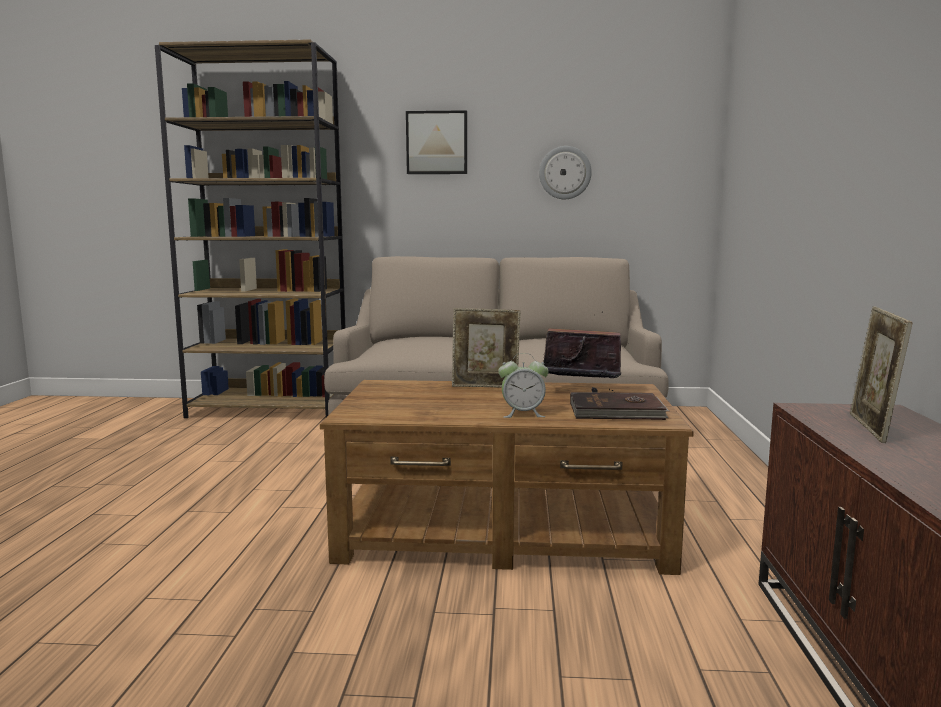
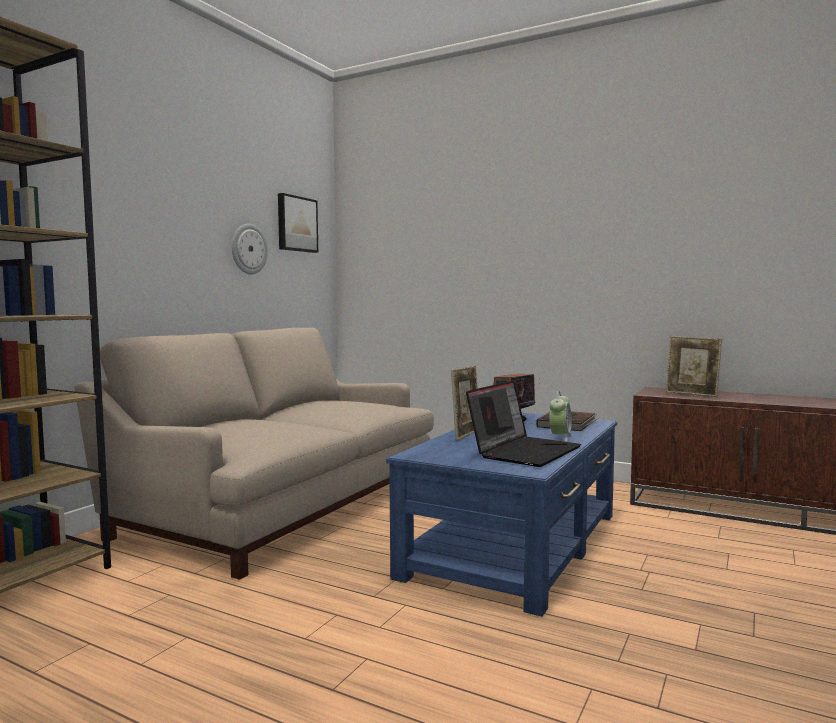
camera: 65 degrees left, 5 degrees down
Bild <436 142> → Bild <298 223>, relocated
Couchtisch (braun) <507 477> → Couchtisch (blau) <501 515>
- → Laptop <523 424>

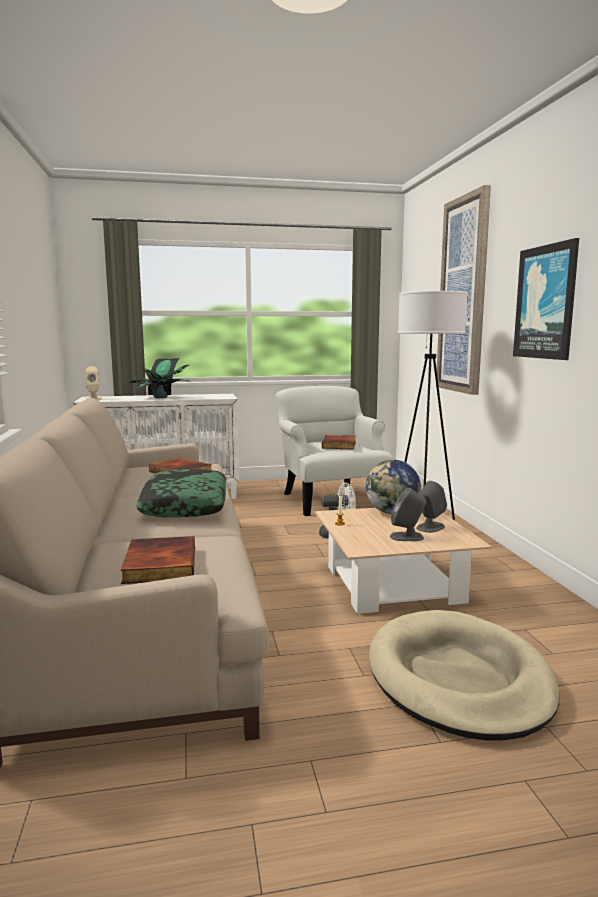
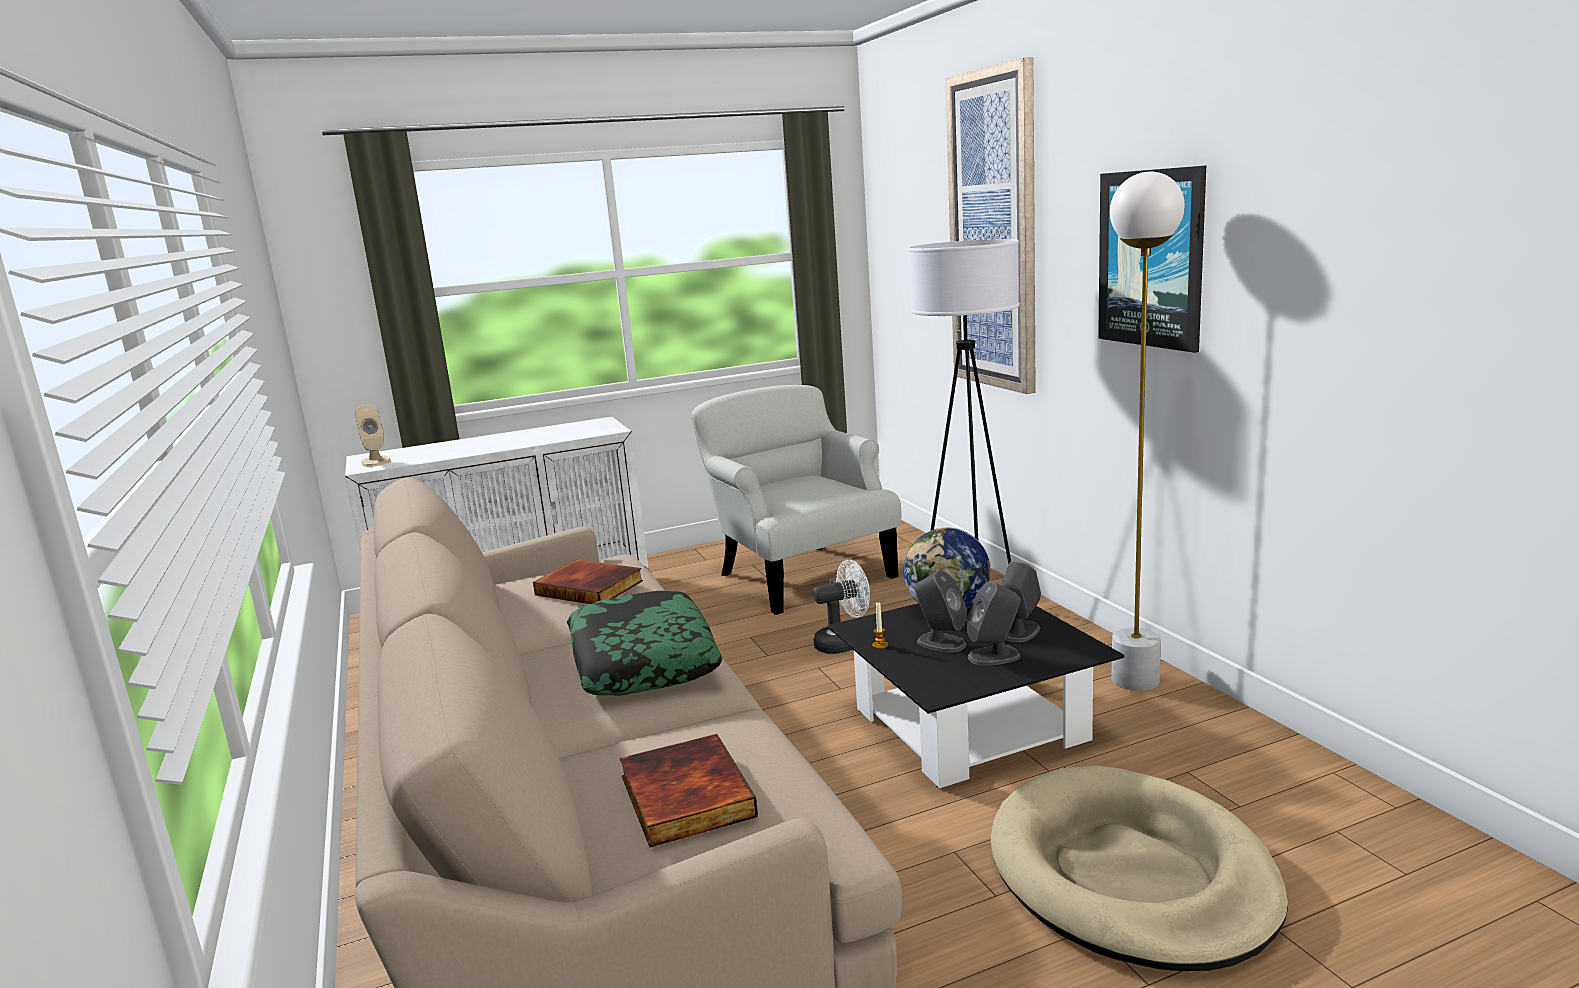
camera: 10 degrees left, 5 degrees up
Topfpflanze <159 378> → -
Buch <339 442> → -
Couchtisch (beige) <403 561> → Couchtisch (schwarz) <975 695>
- → Stehlampe (weiß) <1147 431>
- → Lautsprecher (grau) <941 611>

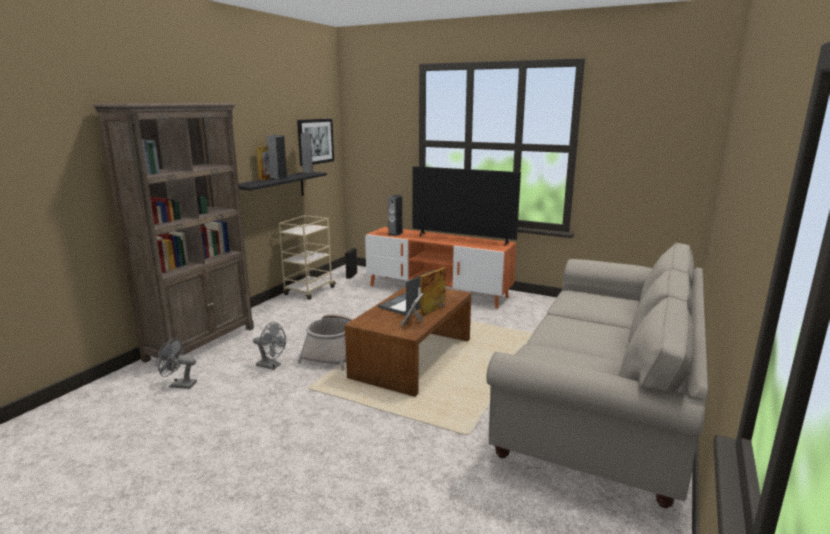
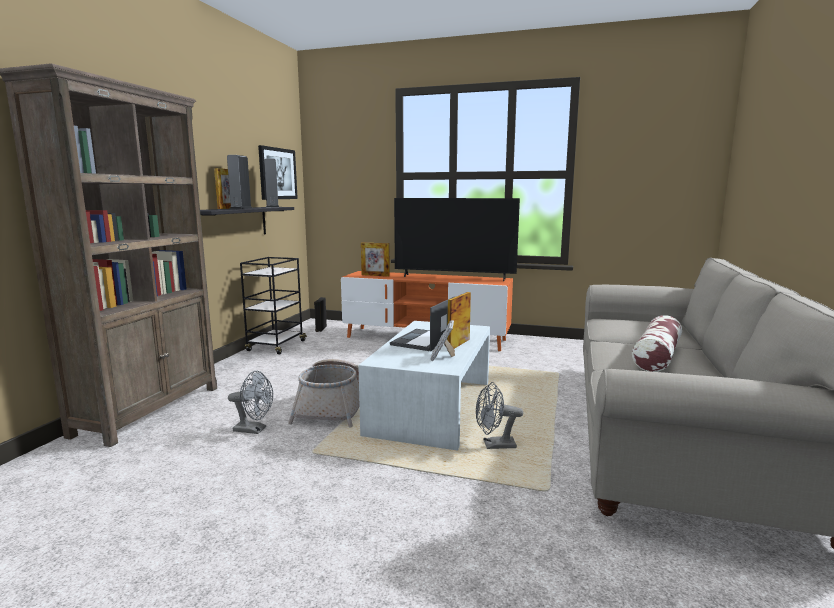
camera: 10 degrees left, 5 degrees down
Lautsprecher <395 215> → Bilderrahmen <375 260>
Rollwagen (beige) <307 257> → Rollwagen (schwarz) <273 305>
Couchtisch (braun) <408 341> → Couchtisch (weiß) <424 386>
Ventilator (grau) <176 363> → Ventilator (grau) <499 415>, relocated
- → Kissen <657 343>

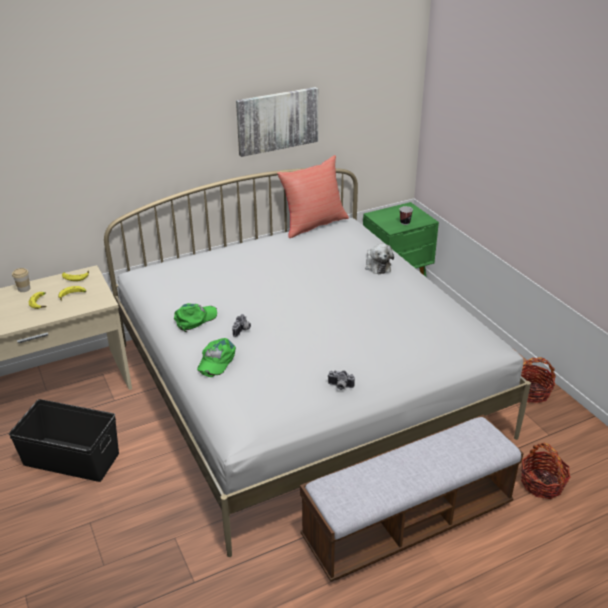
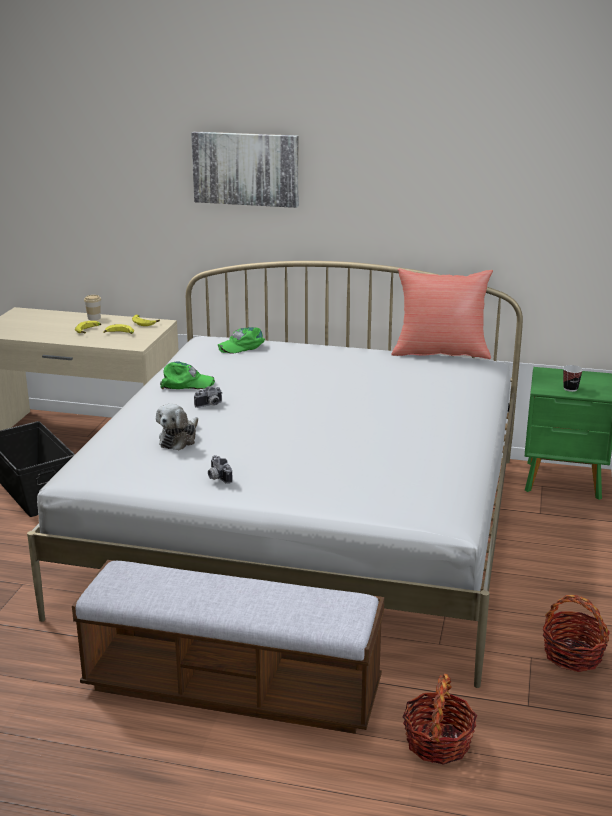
camera: 40 degrees right, 10 degrees down
Bild <277 122> → Bild <245 170>, relocated
Plüschtier <379 259> → Plüschtier <177 427>, relocated
Kappe (grün) <216 357> → Kappe (grün) <241 340>, relocated

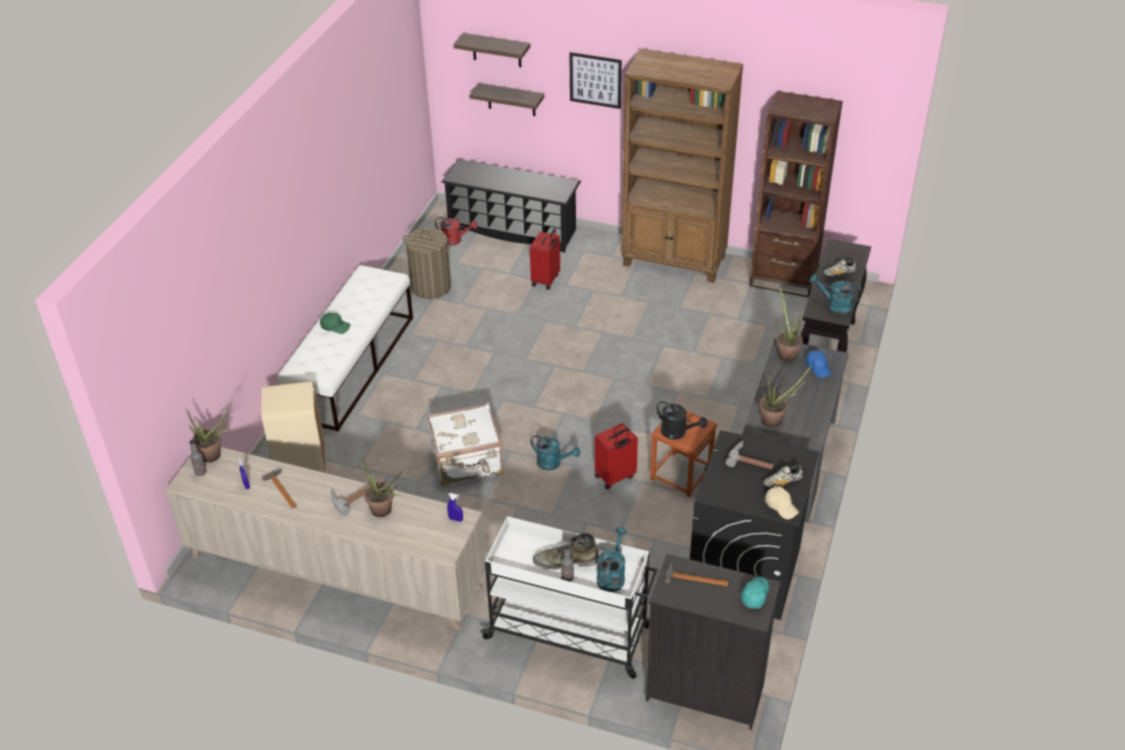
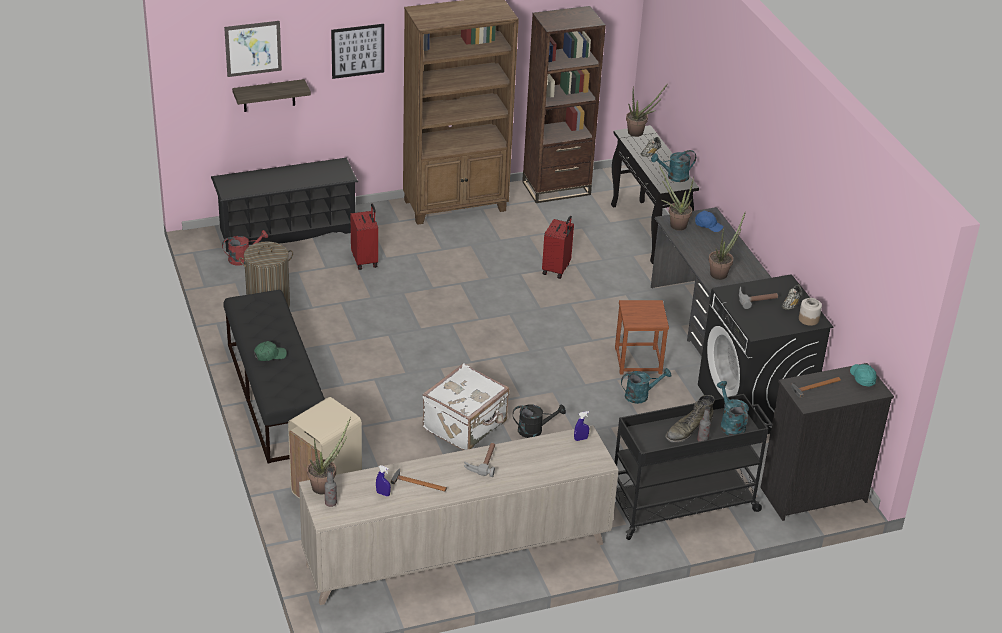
camera: 40 degrees left, 5 degrees down
Wandregal <491 50> → Bild <253 49>
Bank (weiß) <345 348> → Bank (schwarz) <274 376>
Gießkanne (schwarz) <682 420> → Gießkanne (schwarz) <539 421>, relocated
Koffer (rot) <616 456> → Koffer (rot) <558 247>, relocated
Gießkanne (türkis) <555 452> → Gießkanne (türkis) <646 386>, relocated
Topfpflanze <382 487> → Topfpflanze <647 110>, relocated
Kappe (beige) <782 502> → Vorratsglas <810 312>
Rollwagen (weiß) <568 597> → Rollwagen (schwarz) <693 467>

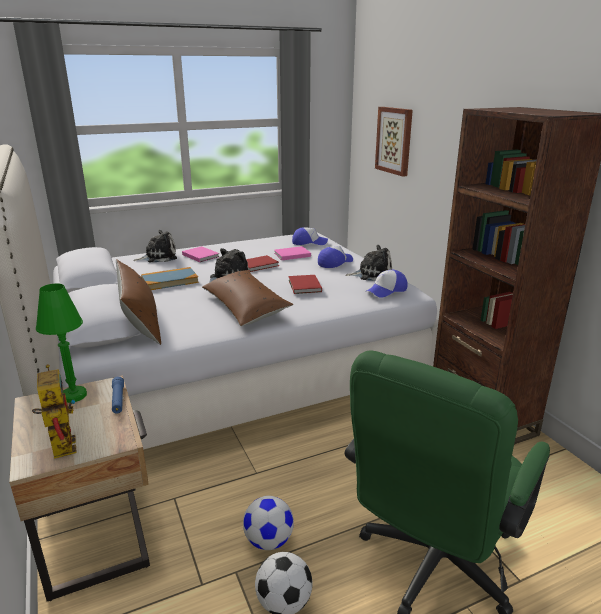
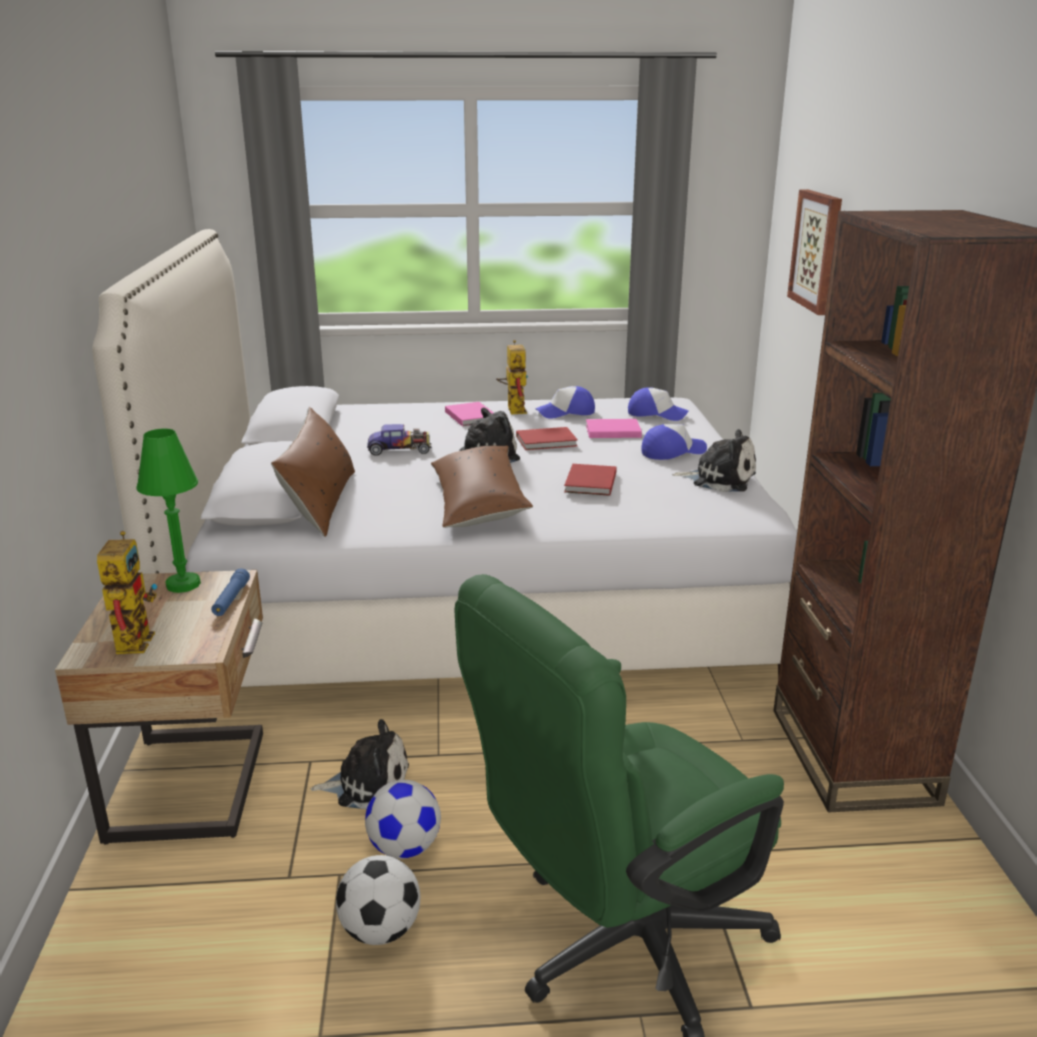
camera: 20 degrees right, 0 degrees up
Plüschtier <155 246> → Plüschtier <360 764>, relocated
Buch <170 278> → Spielzeugauto <399 440>
Kappe <387 284> → Kappe <565 402>, relocated
- → Spielzeugroboter <512 377>

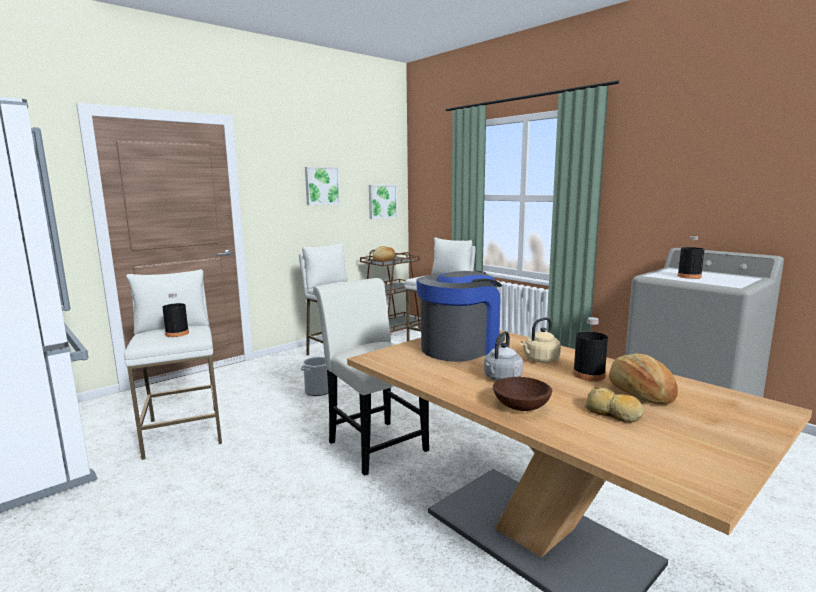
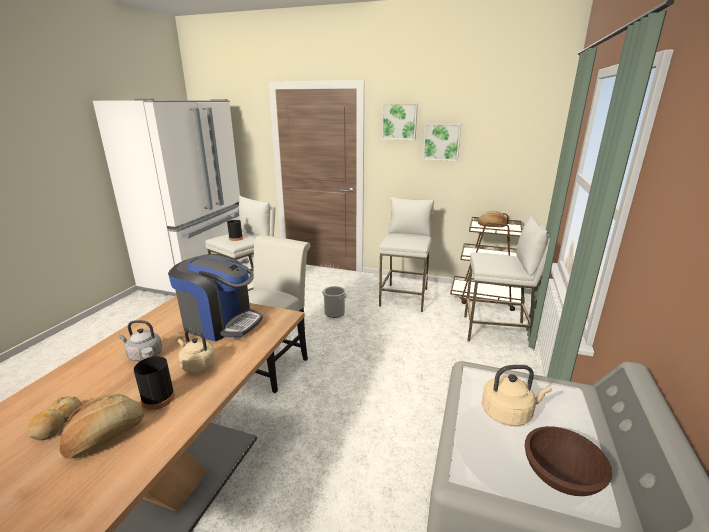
camera: 60 degrees right, 10 degrees up
Bild <383 202> → Bild <400 121>, relocated
Flasche (schwarz) <691 257> → Wasserkessel (beige) <516 395>
Schüssel (braun) <522 394> → Schüssel (braun) <568 461>, relocated

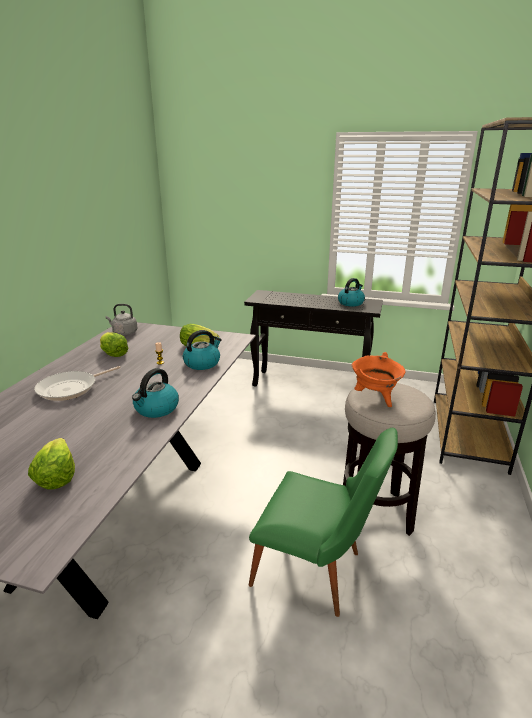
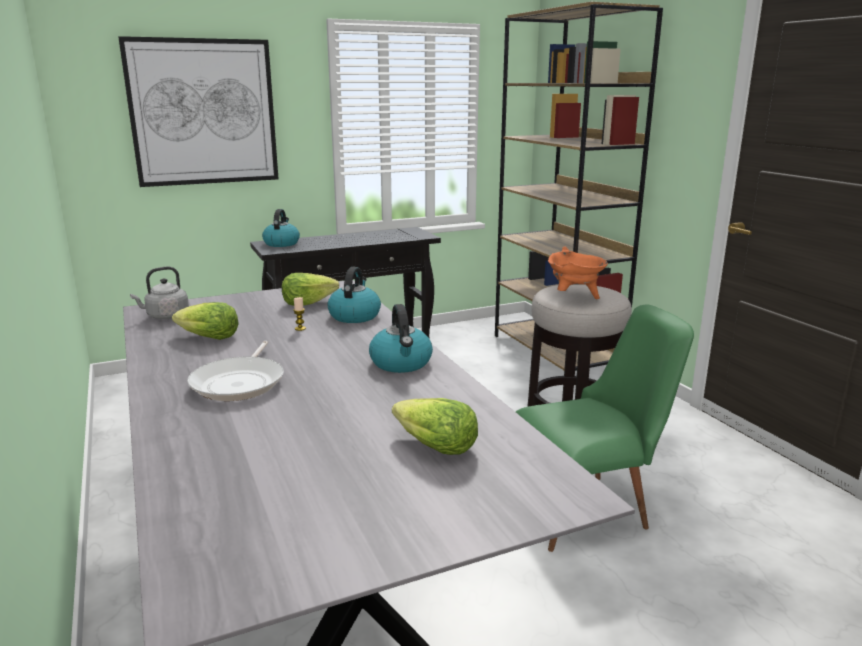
camera: 40 degrees left, 5 degrees down
Wasserkessel <351 292> → Wasserkessel <281 228>, relocated
- → Bild <198 111>

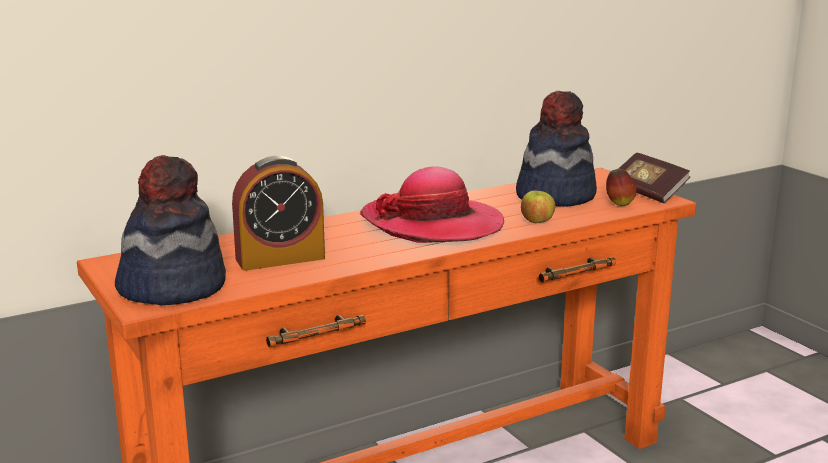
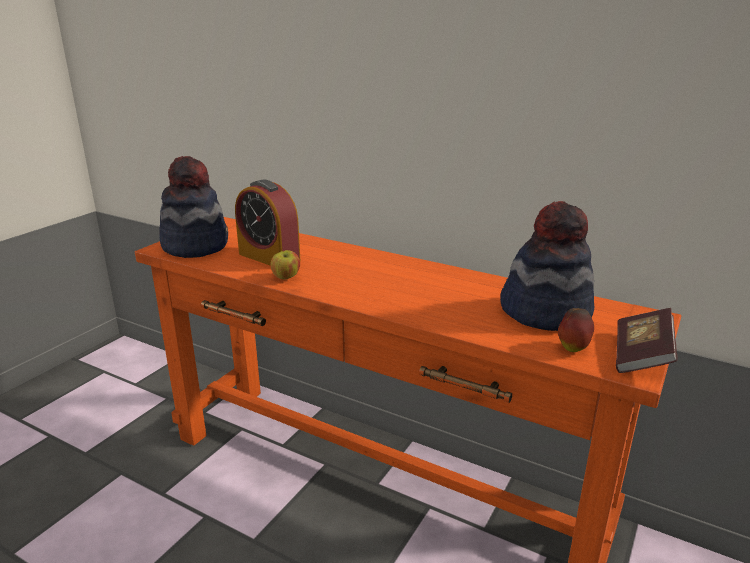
camera: 60 degrees right, 5 degrees up
Hut <432 204> → -
Apfel <538 207> → Apfel <285 265>, relocated

